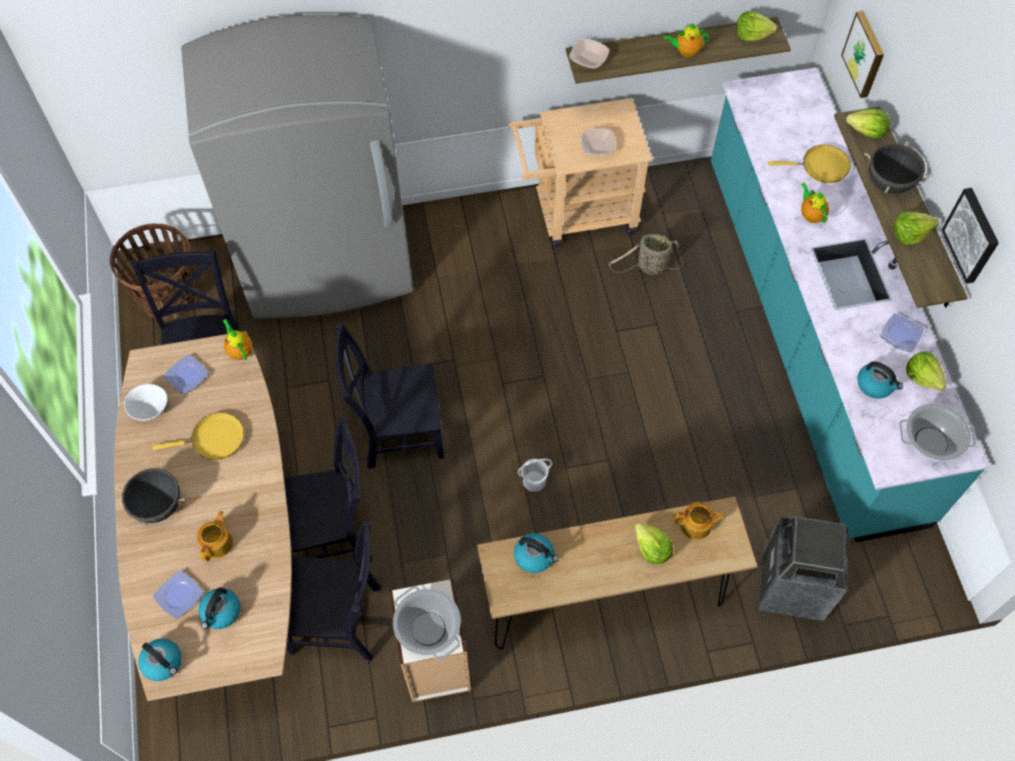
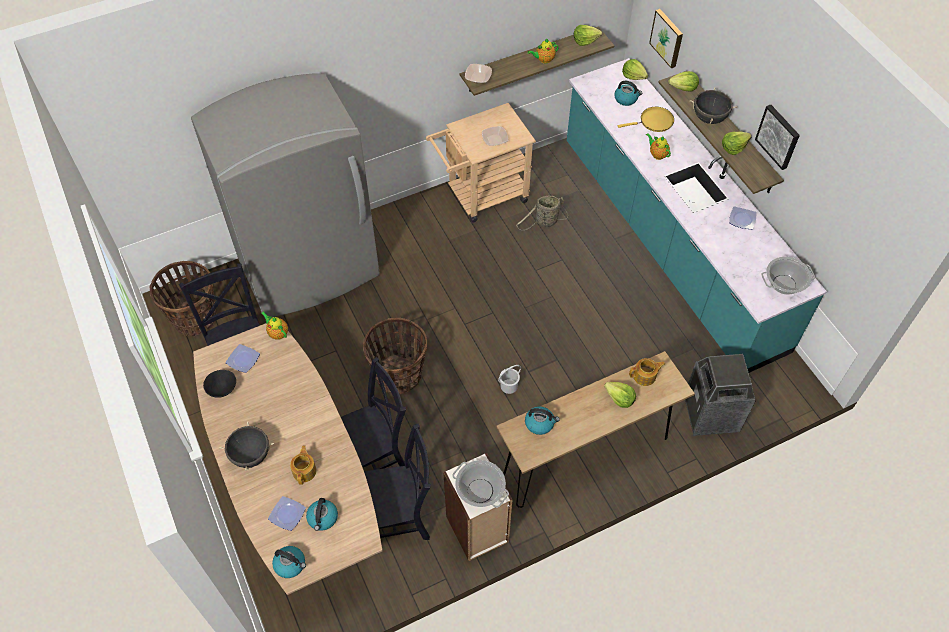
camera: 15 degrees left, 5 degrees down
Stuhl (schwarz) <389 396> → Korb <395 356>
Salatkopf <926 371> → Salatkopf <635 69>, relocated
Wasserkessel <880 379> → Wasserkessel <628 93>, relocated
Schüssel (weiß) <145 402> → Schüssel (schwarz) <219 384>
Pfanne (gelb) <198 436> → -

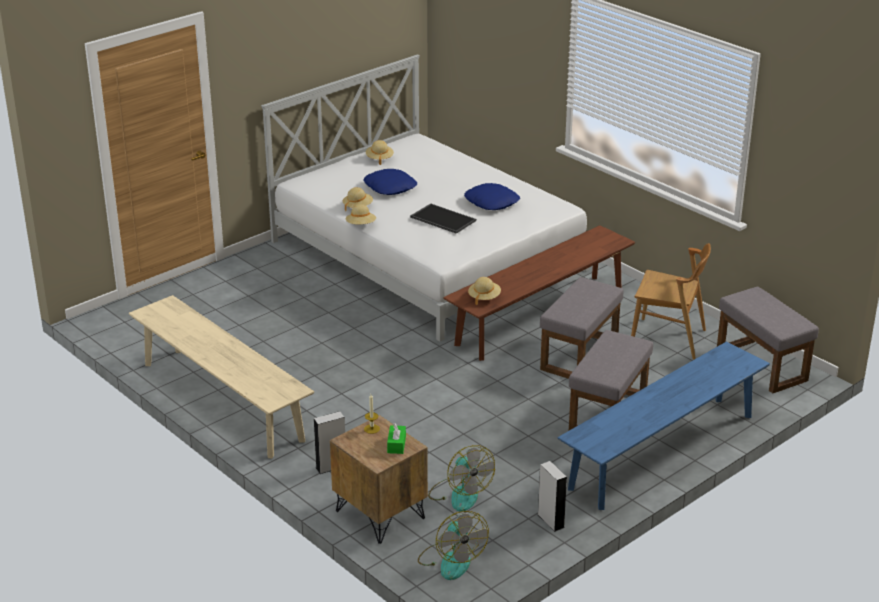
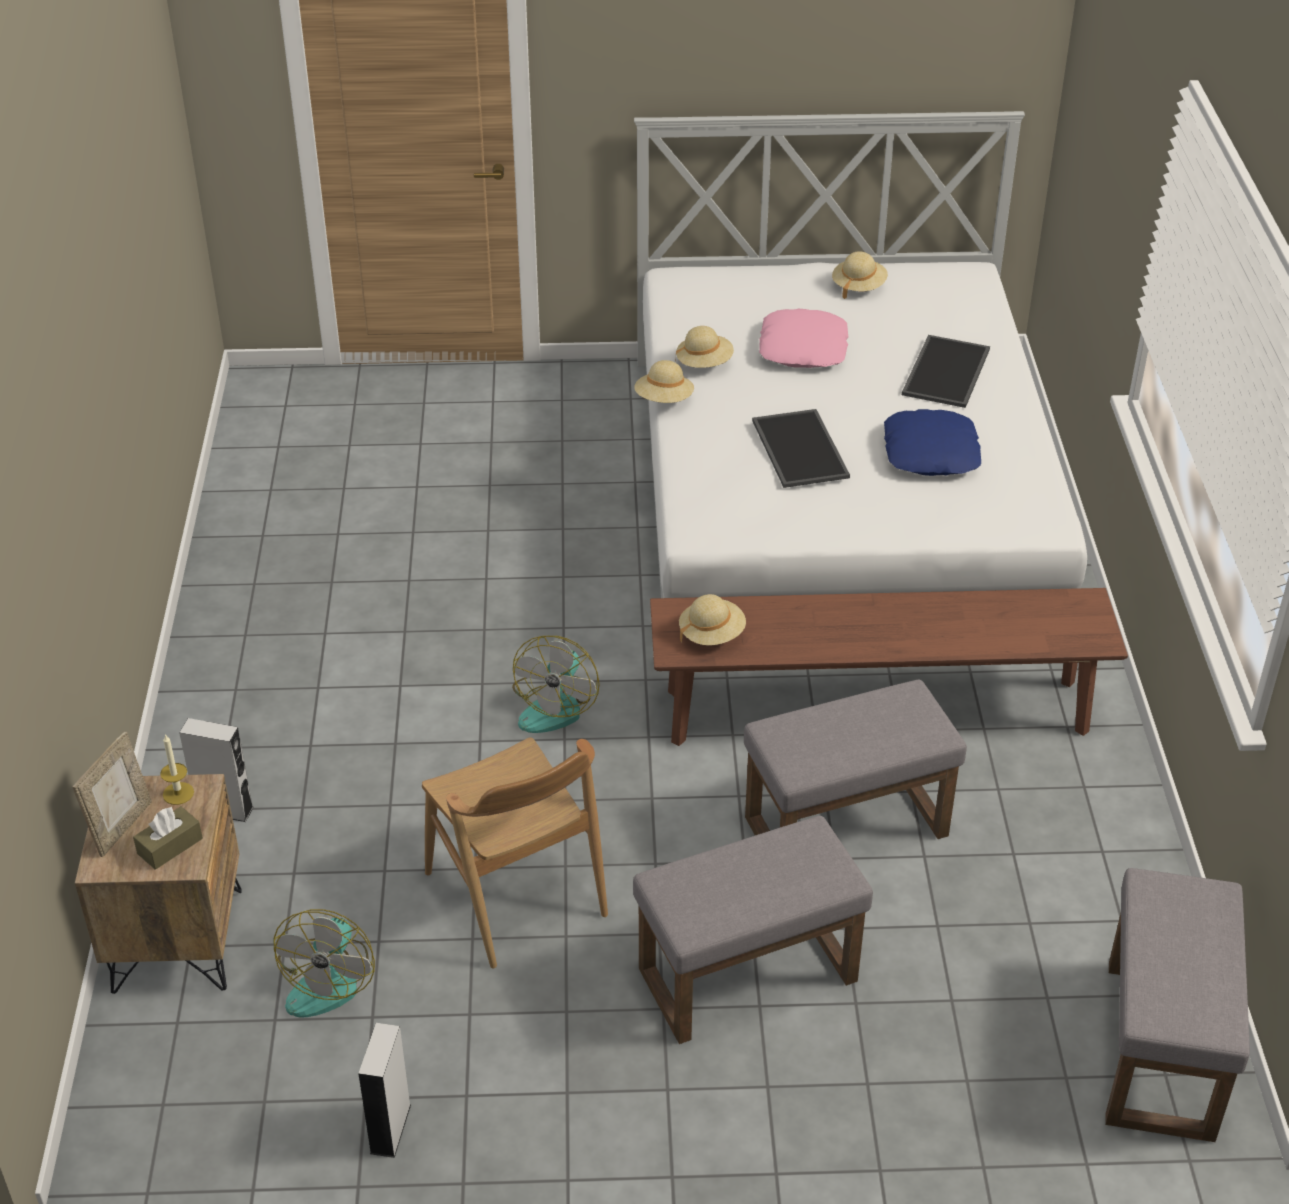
camera: 40 degrees right, 10 degrees up
Kissen (blau) <390 182> → Kissen (rosa) <804 338>
Stuhl (braun) <671 301> → Stuhl (braun) <515 852>, relocated
Bank (beige) <221 377> → -
Bank (blau) <664 426> → -
Taschentuchbox (grün) <396 438> → Taschentuchbox (braun) <168 838>
Ventilator <453 545> → Ventilator <556 684>, relocated
- → Tablett <946 371>
- → Bilderrahmen <112 794>

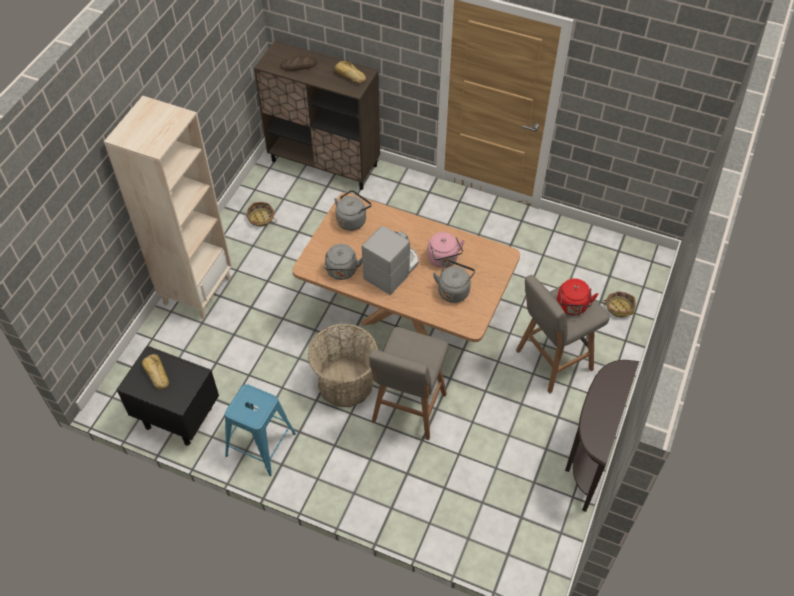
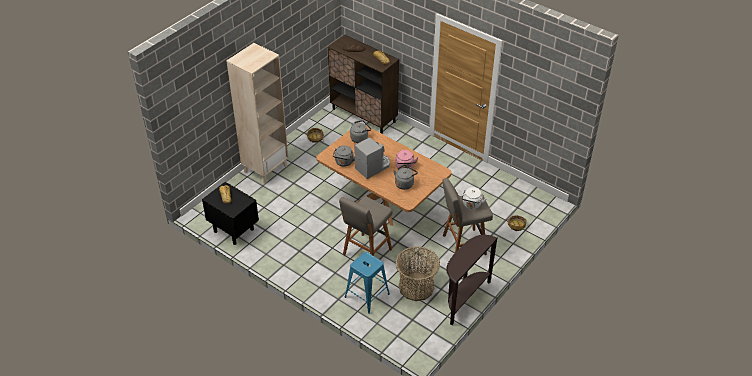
camera: 15 degrees right, 10 degrees down
Wasserkessel (rot) <578 296> → Wasserkessel (weiß) <474 198>
Korb <343 365> → Korb <417 273>, relocated
Hocker (blau) <260 430> → Hocker (blau) <367 283>, relocated

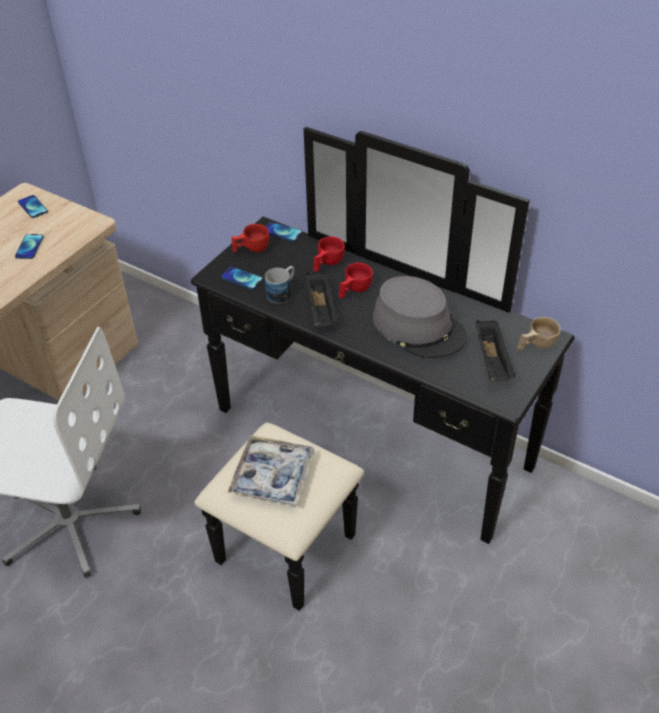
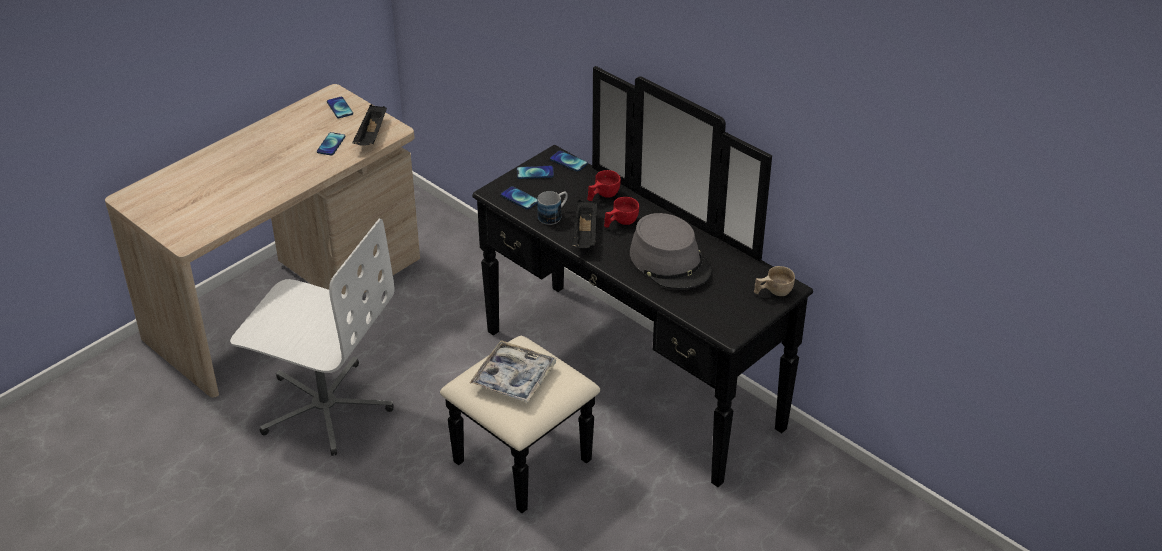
camera: 10 degrees right, 5 degrees down
Tasse (rot) <250 238> → Handy <535 172>
Tablett (schwarz) <496 351> → Tablett (schwarz) <370 125>, relocated

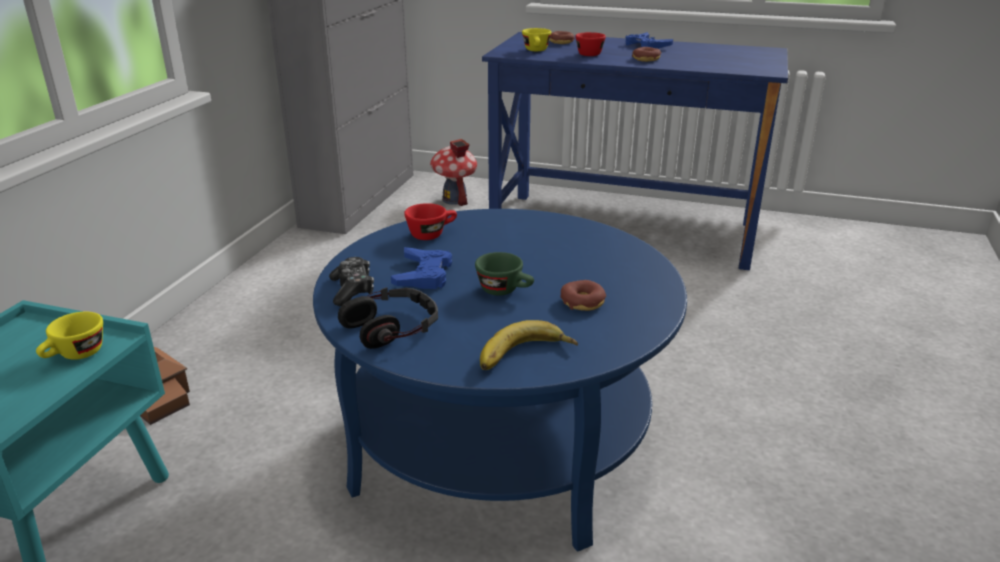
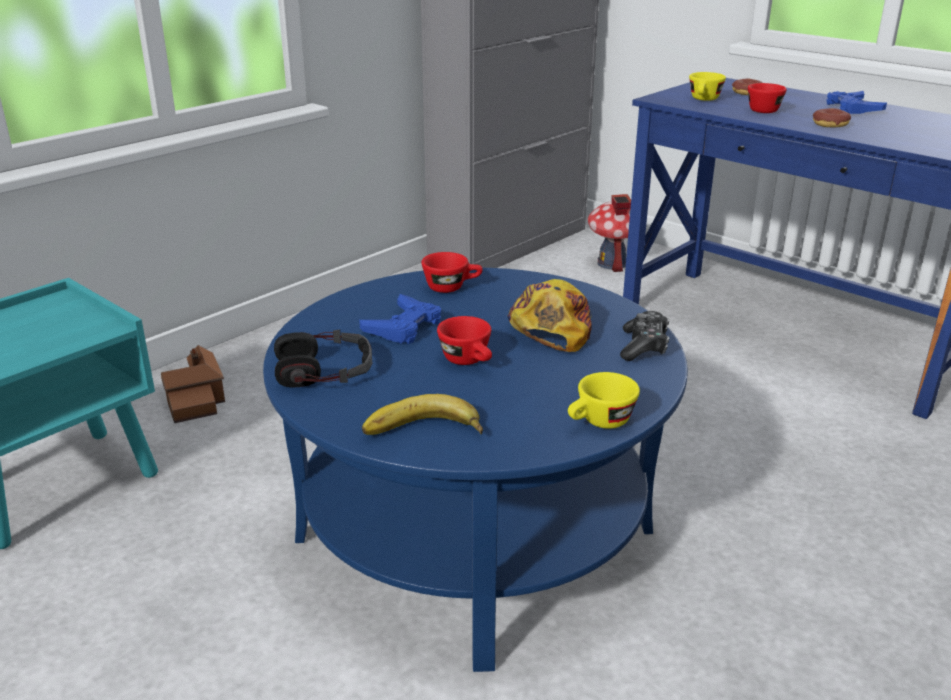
camera: 25 degrees right, 0 degrees up
Tasse (grün) <504 273> → Tasse (rot) <464 340>
Gamepad <351 281> → Gamepad <644 336>, relocated
Donut <583 295> → -
Tasse (gelb) <69 336> → Tasse (gelb) <604 400>, relocated
- → Kappe <550 315>

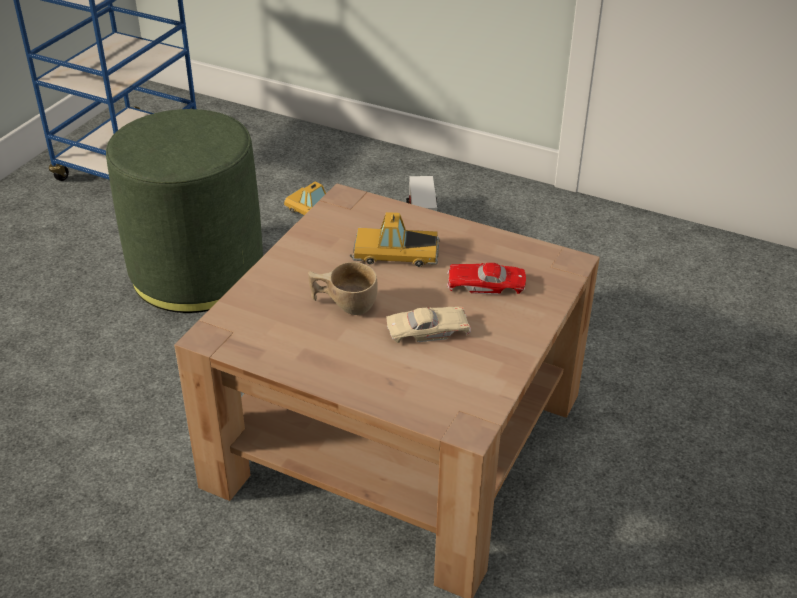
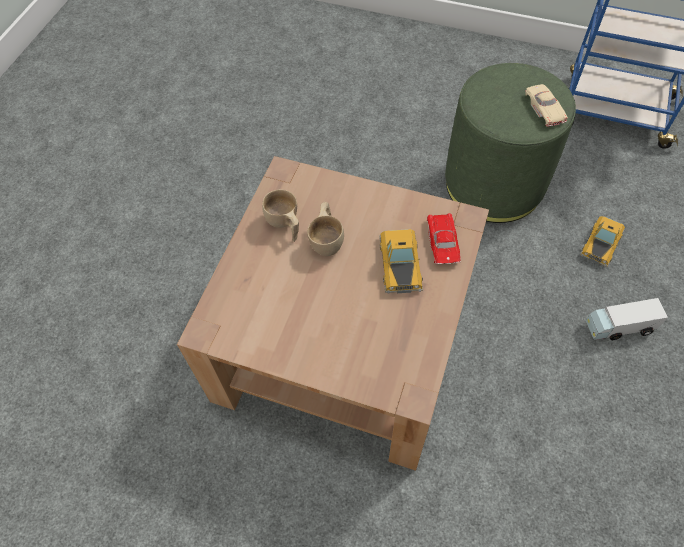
camera: 85 degrees right, 20 degrees up
Spielzeugauto (rot) <486 279> → Spielzeugauto (rot) <444 238>, relocated
Spielzeugauto (beige) <428 325> → Spielzeugauto (beige) <546 105>, relocated
- → Tasse (beige) <280 215>

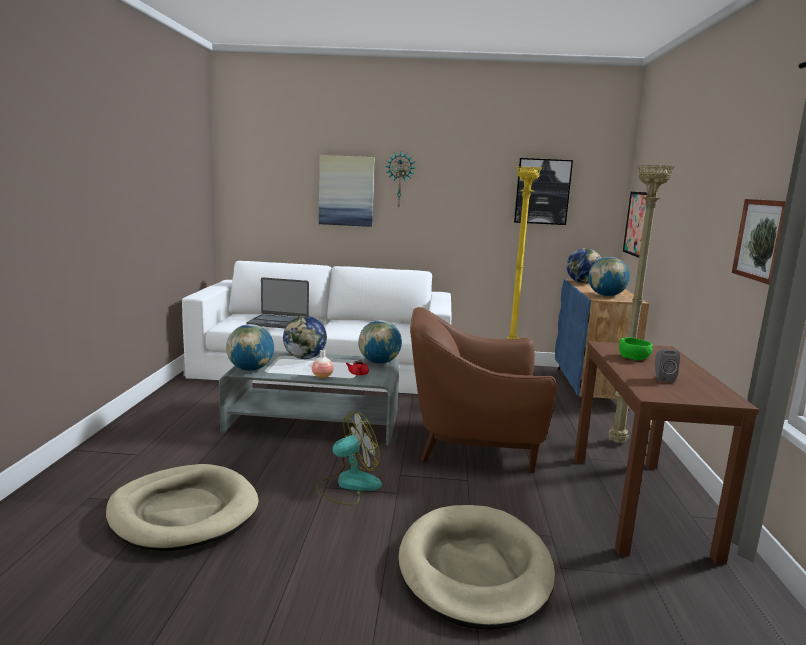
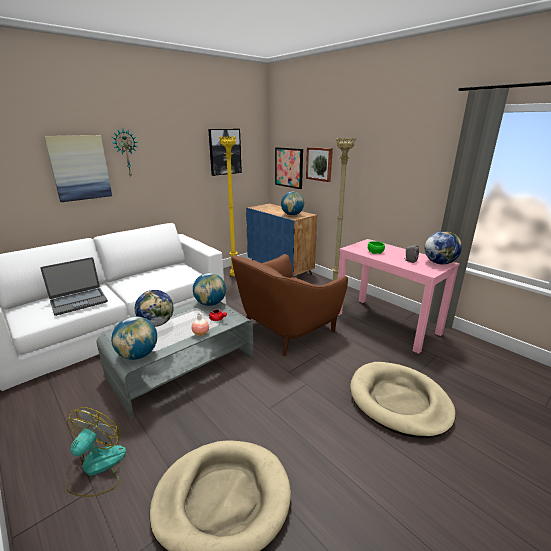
camera: 45 degrees left, 10 degrees up
Bild <759 242> → Bild <319 164>, relocated
Globus <584 265> → Globus <443 247>, relocated
Konsolentisch (braun) <666 452> → Konsolentisch (rosa) <398 296>
Ventilator <349 458> → Ventilator <96 452>, relocated

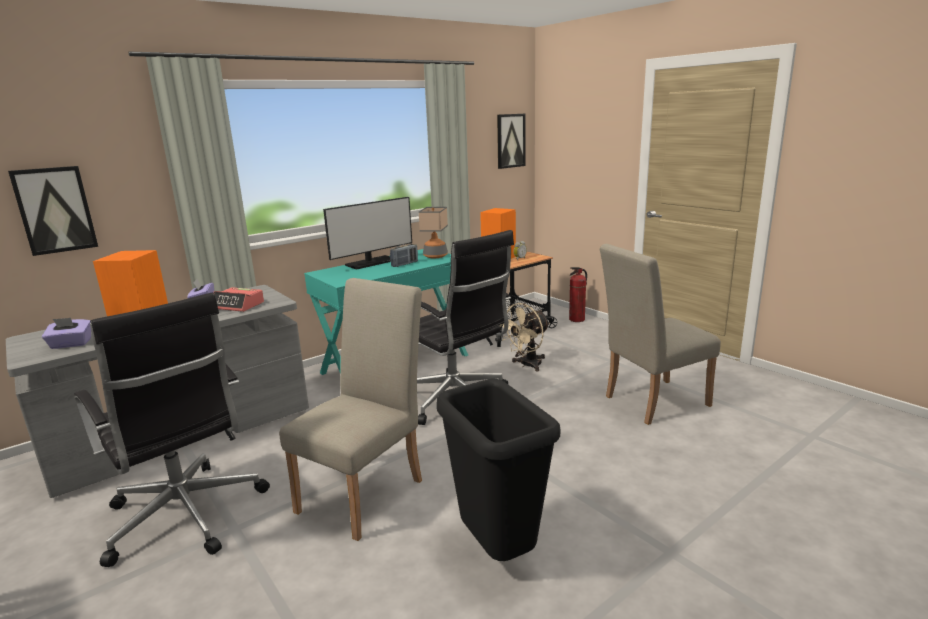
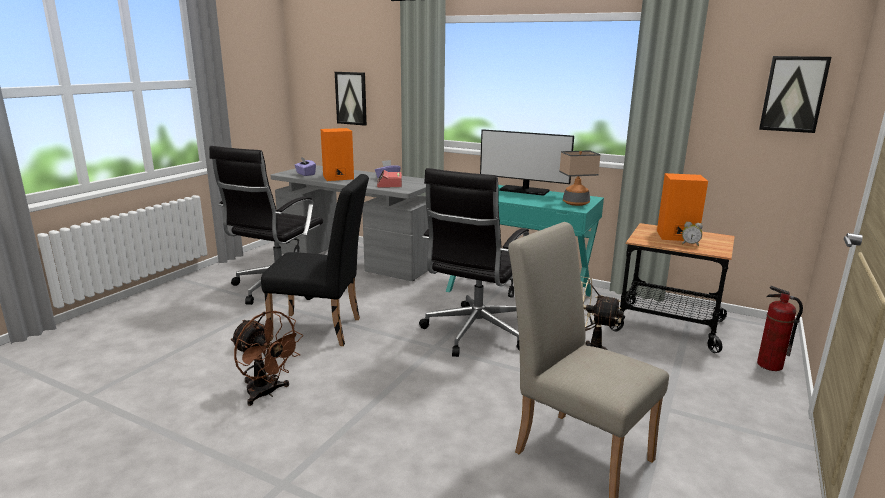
camera: 65 degrees right, 0 degrees up
Radio <404 255> → -
Stuhl (beige) <350 409> → Stuhl (schwarz) <315 260>
Mülleimer (schwarz) <498 470> → Ventilator (braun) <267 358>

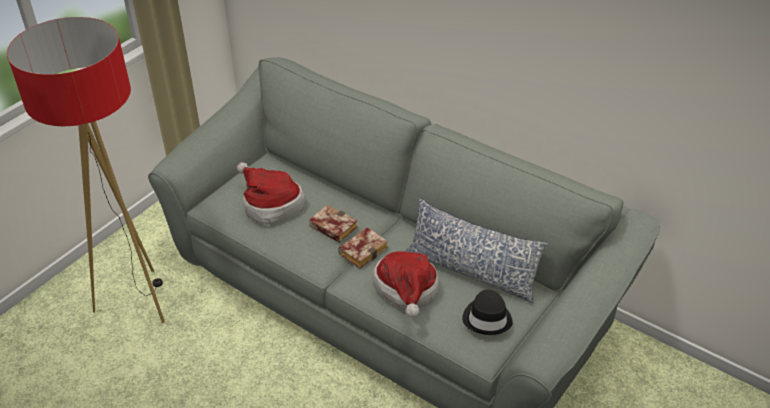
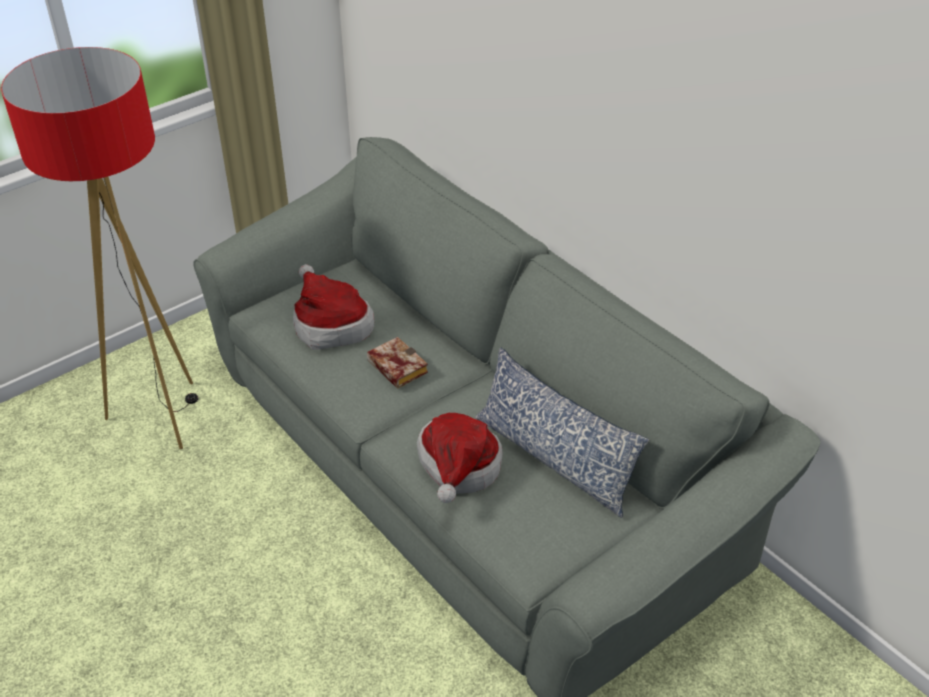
camera: 15 degrees right, 0 degrees up
Buch <363 247> → -
Hut (schwarz) <487 312> → -

